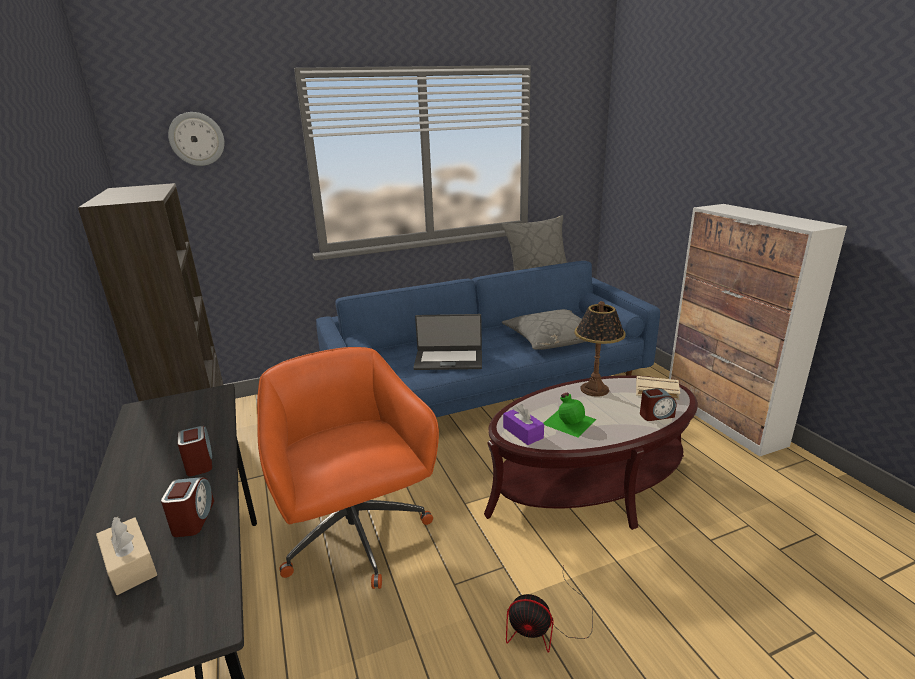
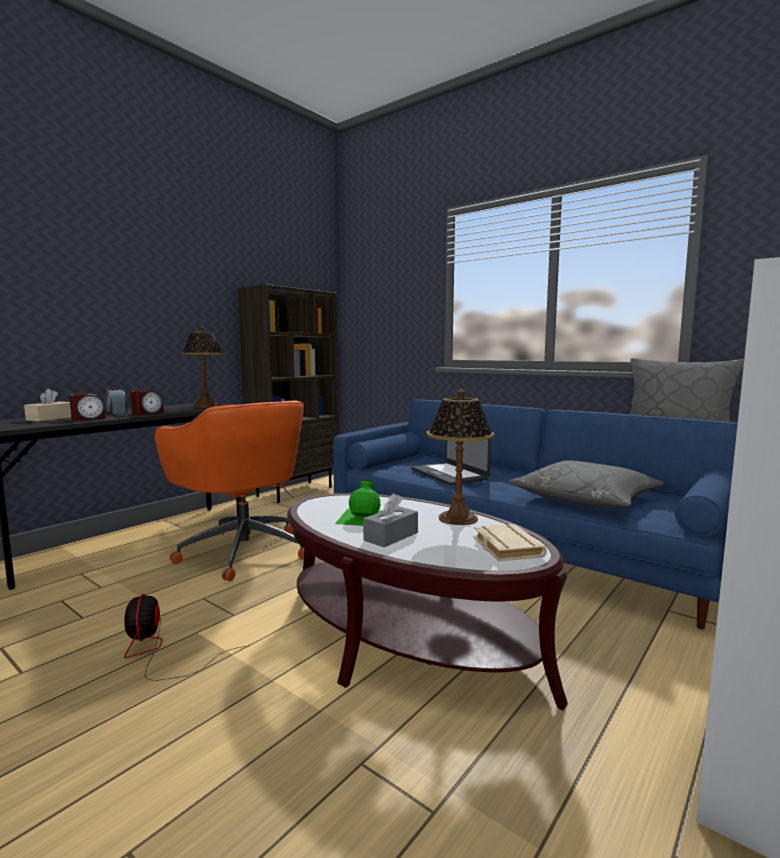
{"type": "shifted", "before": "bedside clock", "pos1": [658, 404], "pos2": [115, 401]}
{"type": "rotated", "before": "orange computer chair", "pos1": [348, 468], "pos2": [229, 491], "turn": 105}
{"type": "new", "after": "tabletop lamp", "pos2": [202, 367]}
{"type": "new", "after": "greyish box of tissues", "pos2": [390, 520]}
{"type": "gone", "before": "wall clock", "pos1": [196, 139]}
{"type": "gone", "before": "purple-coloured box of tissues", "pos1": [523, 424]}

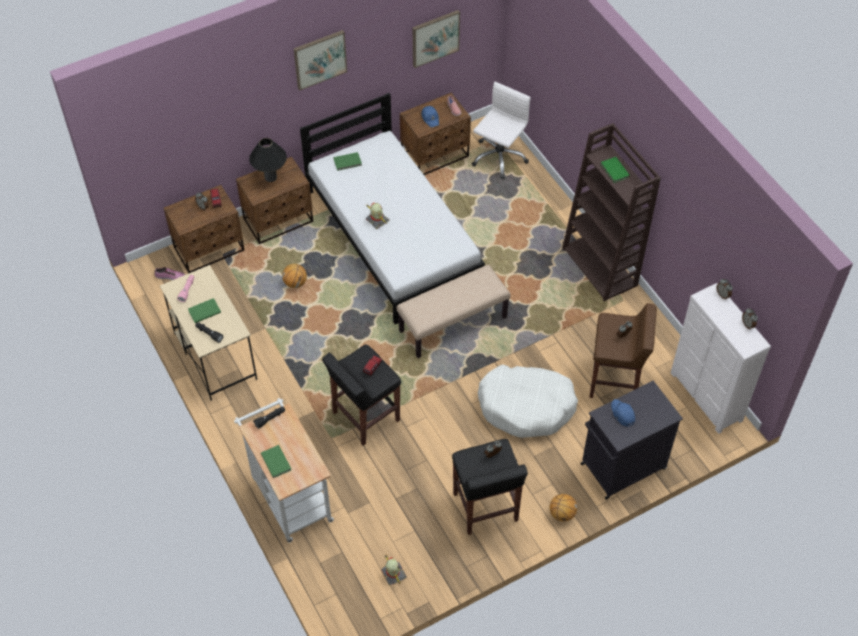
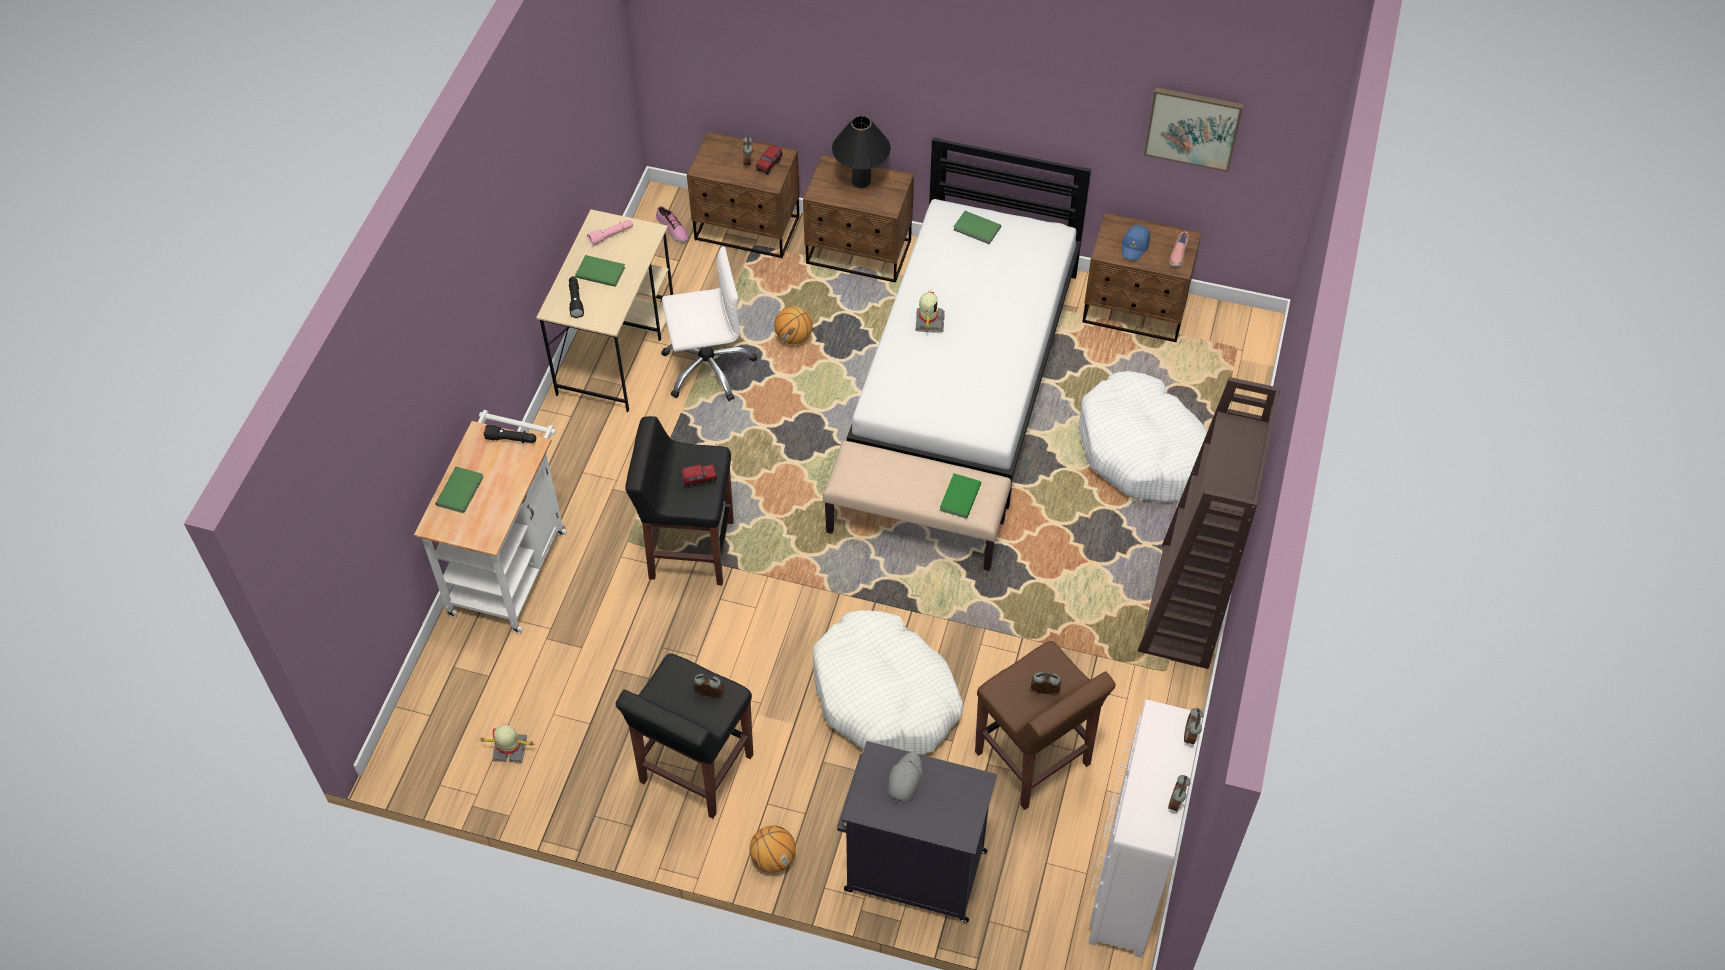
{"type": "rotated", "before": "robot figure", "pos1": [394, 570], "pos2": [507, 744], "turn": -105}
{"type": "shifted", "before": "white computer chair", "pos1": [501, 130], "pos2": [709, 323]}
{"type": "repainted", "before": "blue-coloured peaked cap", "after": "greyish peaked cap", "pos1": [623, 413], "pos2": [905, 778]}
{"type": "shifted", "before": "green-coloured book", "pos1": [615, 170], "pos2": [960, 496]}
{"type": "new", "after": "white pet bed", "pos2": [1143, 436]}
{"type": "gone", "before": "wall art", "pos1": [320, 60]}

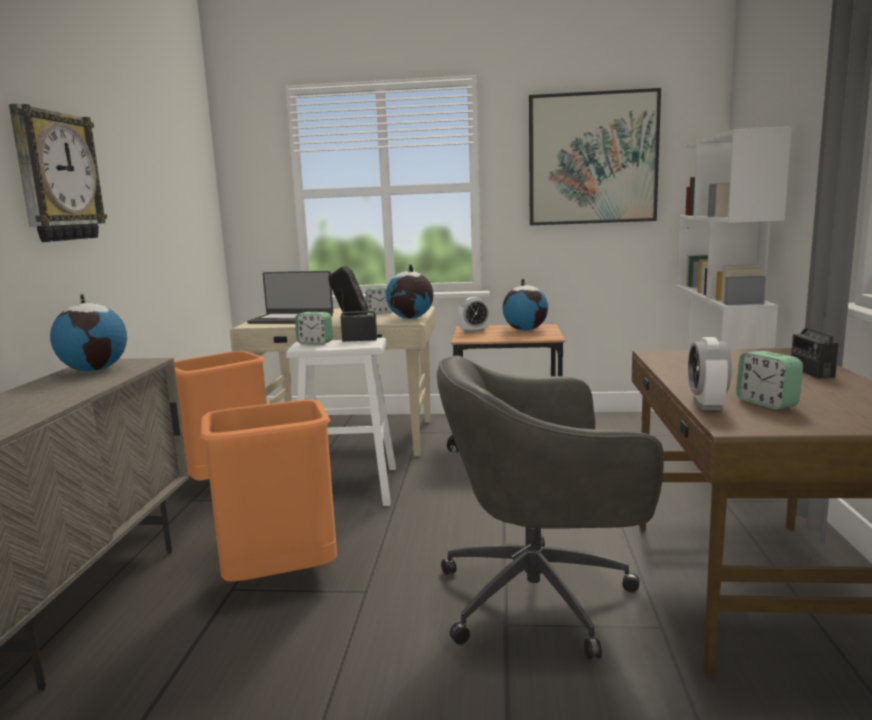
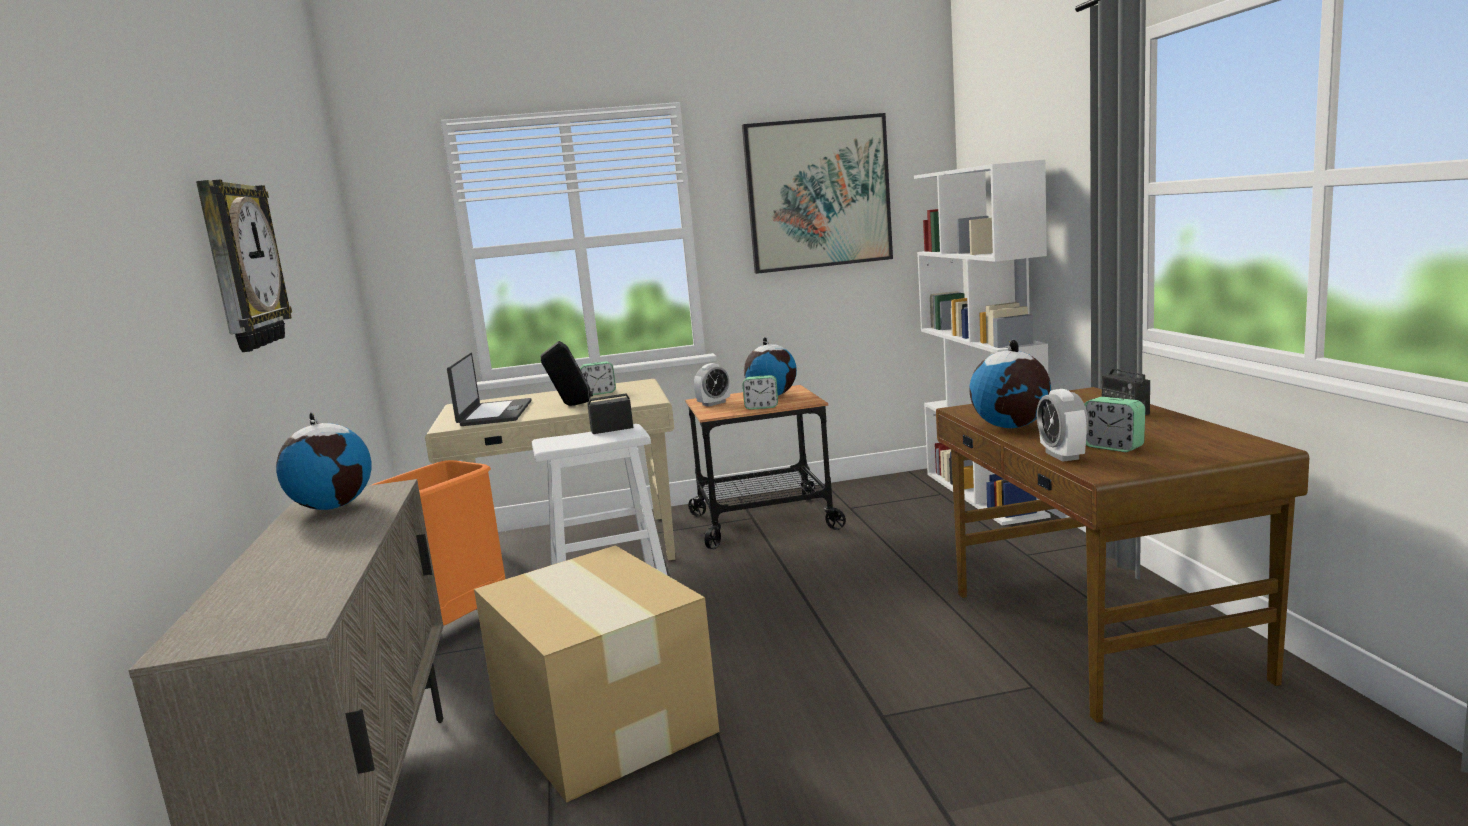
{"type": "rotated", "before": "laptop", "pos1": [290, 297], "pos2": [489, 389], "turn": -90}
{"type": "swapped", "before": "orange trash can", "after": "cardboard box", "pos1": [268, 490], "pos2": [596, 674]}
{"type": "shifted", "before": "bedside clock", "pos1": [314, 328], "pos2": [760, 392]}
{"type": "shifted", "before": "desk globe", "pos1": [409, 291], "pos2": [1010, 384]}
{"type": "gone", "before": "greyish computer chair", "pos1": [550, 507]}

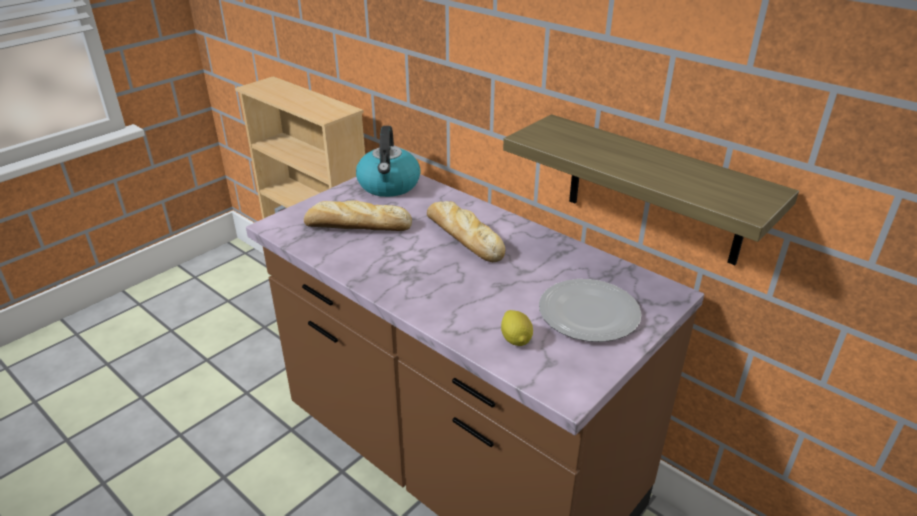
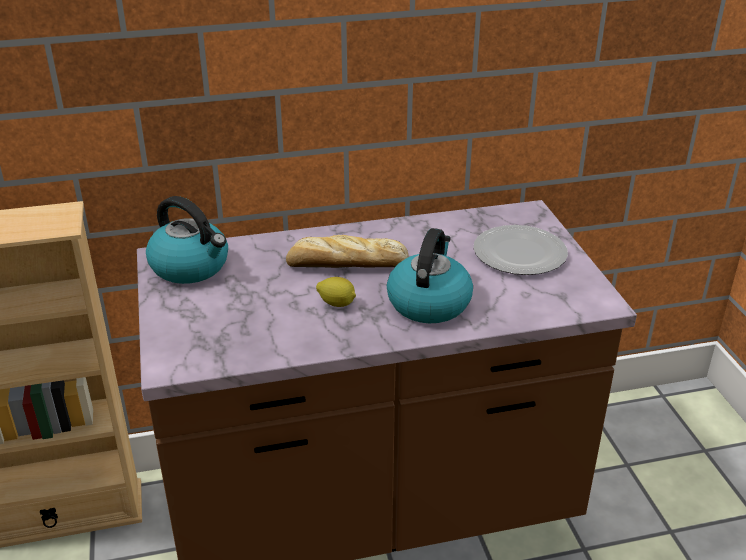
{"type": "shifted", "before": "whole lemon", "pos1": [517, 328], "pos2": [336, 292]}
{"type": "new", "after": "tea kettle", "pos2": [430, 275]}
{"type": "gone", "before": "baked bread", "pos1": [358, 215]}
{"type": "gone", "before": "wall shelf", "pos1": [651, 189]}

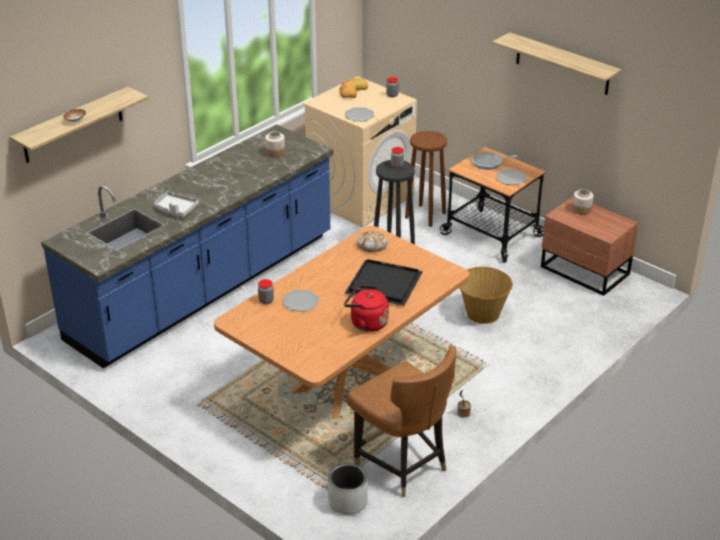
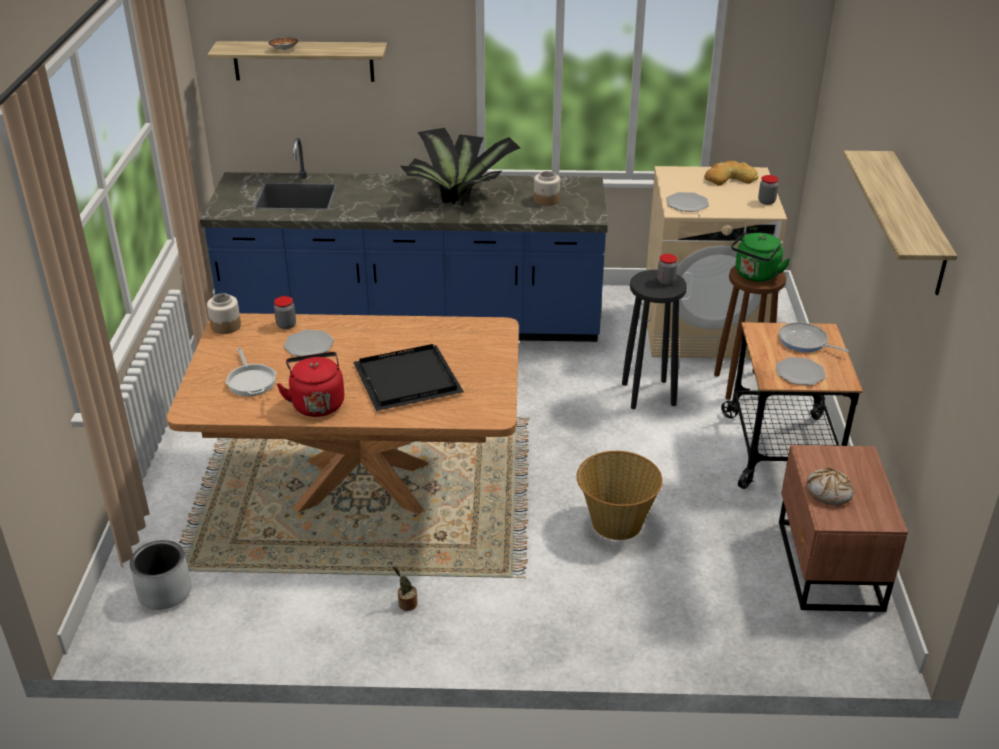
{"type": "shifted", "before": "jar", "pos1": [582, 202], "pos2": [224, 314]}
{"type": "new", "after": "frying pan", "pos2": [251, 372]}
{"type": "new", "after": "plant in a pot", "pos2": [460, 167]}
{"type": "new", "after": "green-coloured tea kettle", "pos2": [760, 257]}
{"type": "shifted", "before": "baked bread", "pos1": [372, 241], "pos2": [830, 486]}
{"type": "gone", "before": "greyish carrying tray", "pos1": [176, 204]}
{"type": "gone", "before": "brown-coloured plain chair", "pos1": [401, 421]}

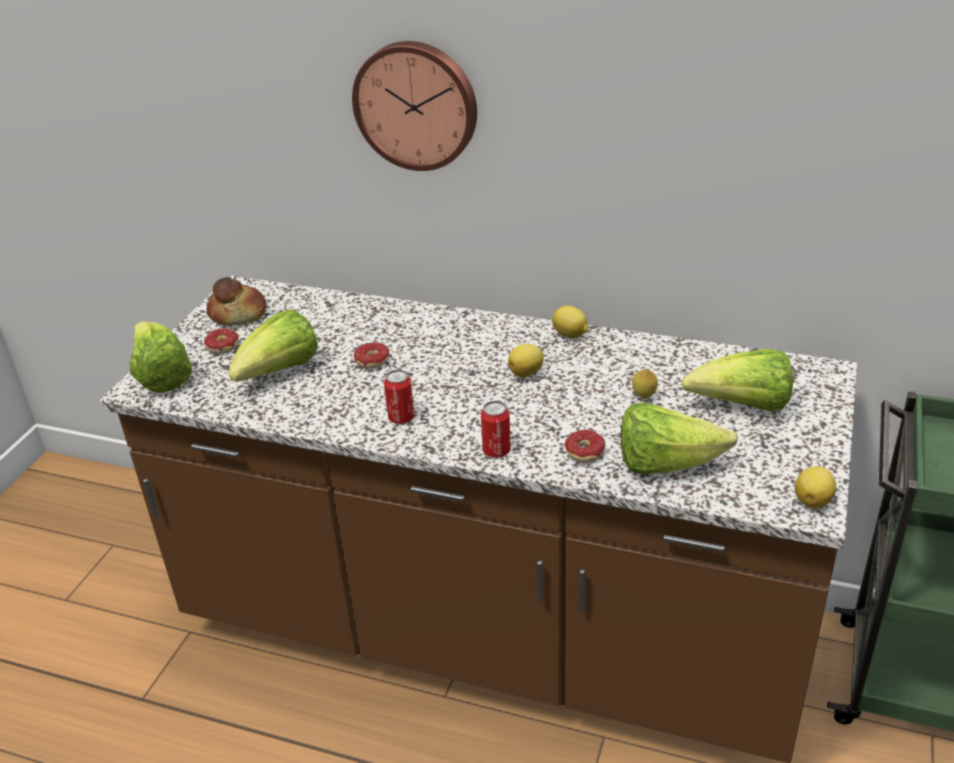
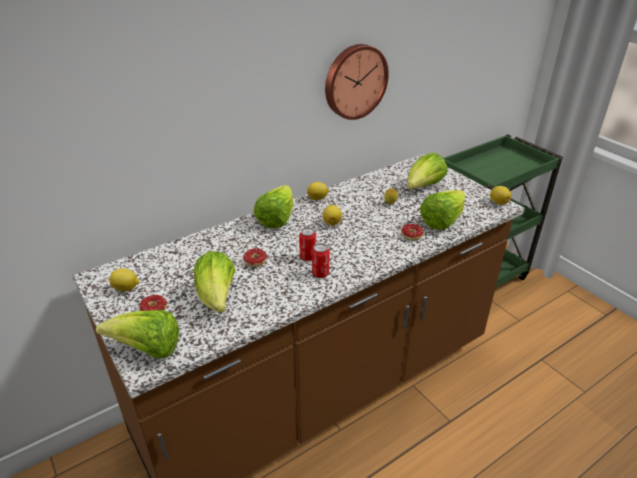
{"type": "swapped", "before": "baked bread", "after": "whole lemon", "pos1": [236, 301], "pos2": [124, 279]}
{"type": "new", "after": "lettuce head", "pos2": [273, 206]}
{"type": "shifted", "before": "sealed can", "pos1": [496, 429], "pos2": [307, 244]}
{"type": "shifted", "before": "wall clock", "pos1": [414, 106], "pos2": [357, 82]}

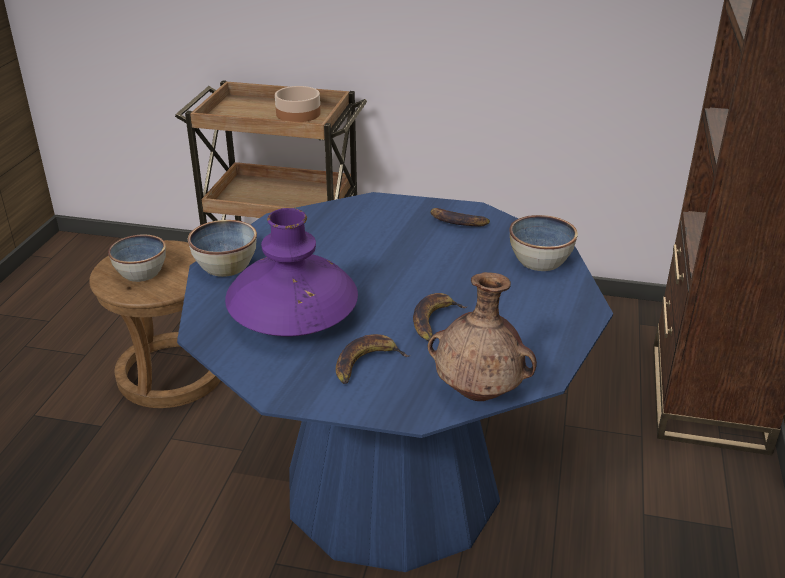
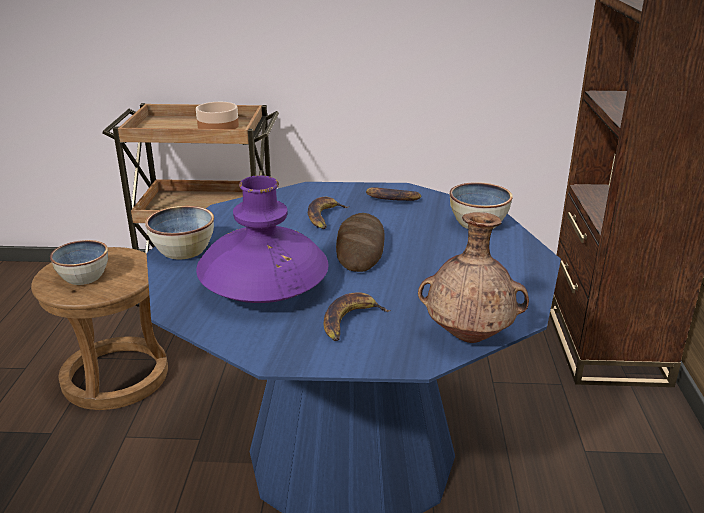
{"type": "shifted", "before": "banana", "pos1": [440, 317], "pos2": [328, 213]}
{"type": "new", "after": "baked bread", "pos2": [360, 242]}

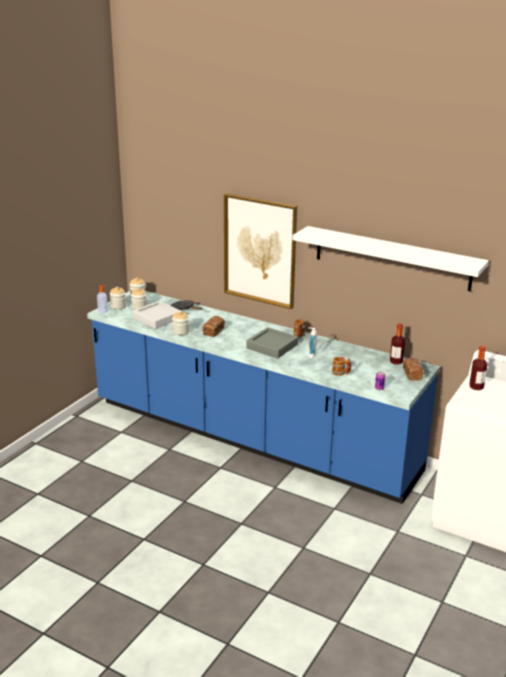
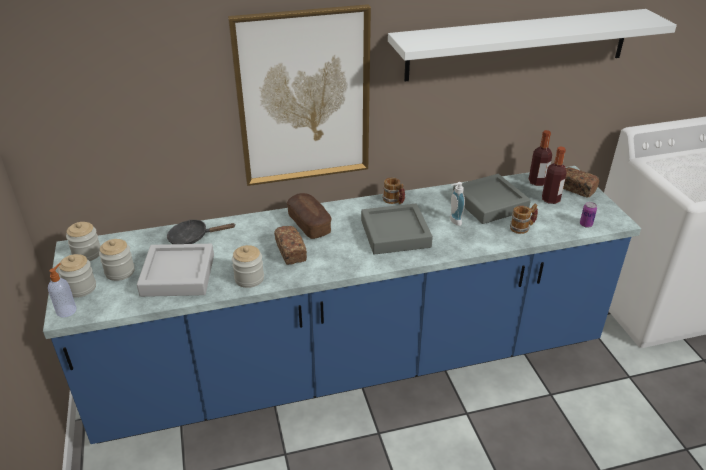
{"type": "new", "after": "baked bread", "pos2": [309, 216]}
{"type": "new", "after": "greyish carrying tray", "pos2": [492, 199]}
{"type": "shifted", "before": "bottle", "pos1": [478, 368], "pos2": [554, 175]}

